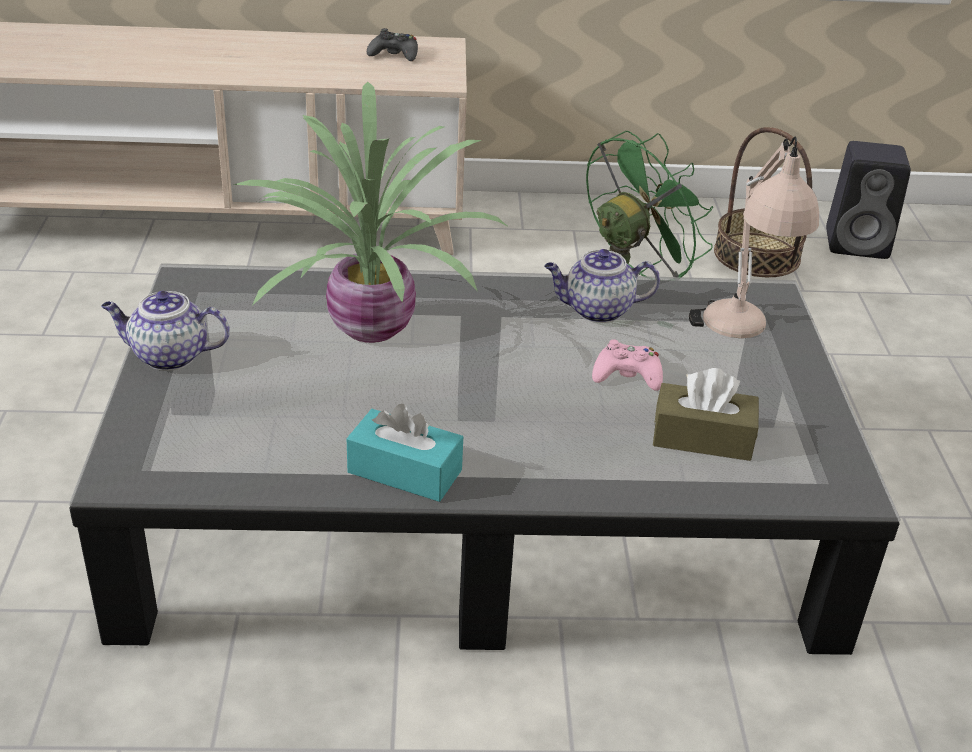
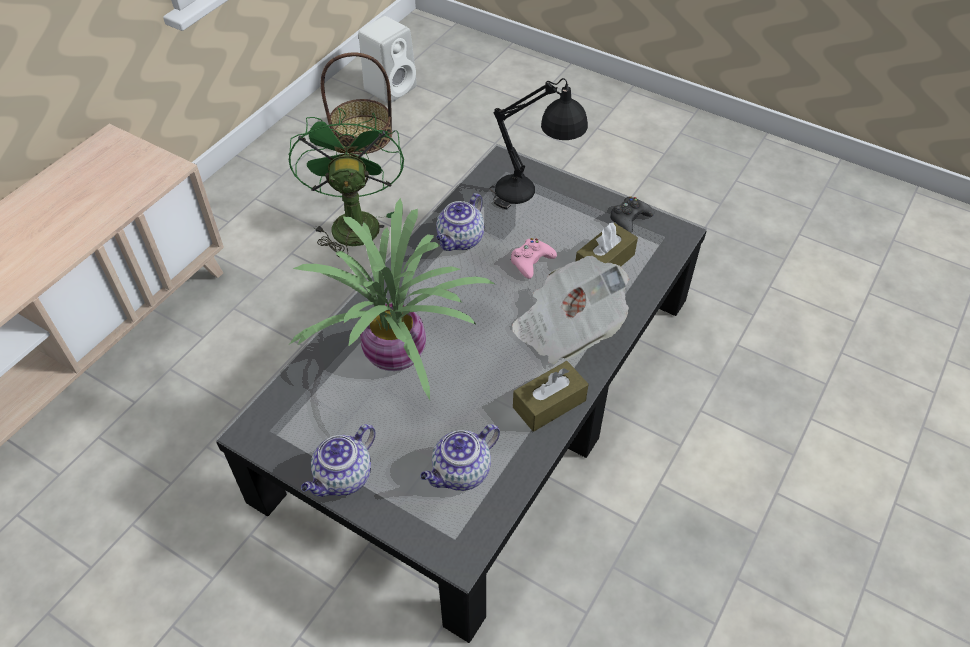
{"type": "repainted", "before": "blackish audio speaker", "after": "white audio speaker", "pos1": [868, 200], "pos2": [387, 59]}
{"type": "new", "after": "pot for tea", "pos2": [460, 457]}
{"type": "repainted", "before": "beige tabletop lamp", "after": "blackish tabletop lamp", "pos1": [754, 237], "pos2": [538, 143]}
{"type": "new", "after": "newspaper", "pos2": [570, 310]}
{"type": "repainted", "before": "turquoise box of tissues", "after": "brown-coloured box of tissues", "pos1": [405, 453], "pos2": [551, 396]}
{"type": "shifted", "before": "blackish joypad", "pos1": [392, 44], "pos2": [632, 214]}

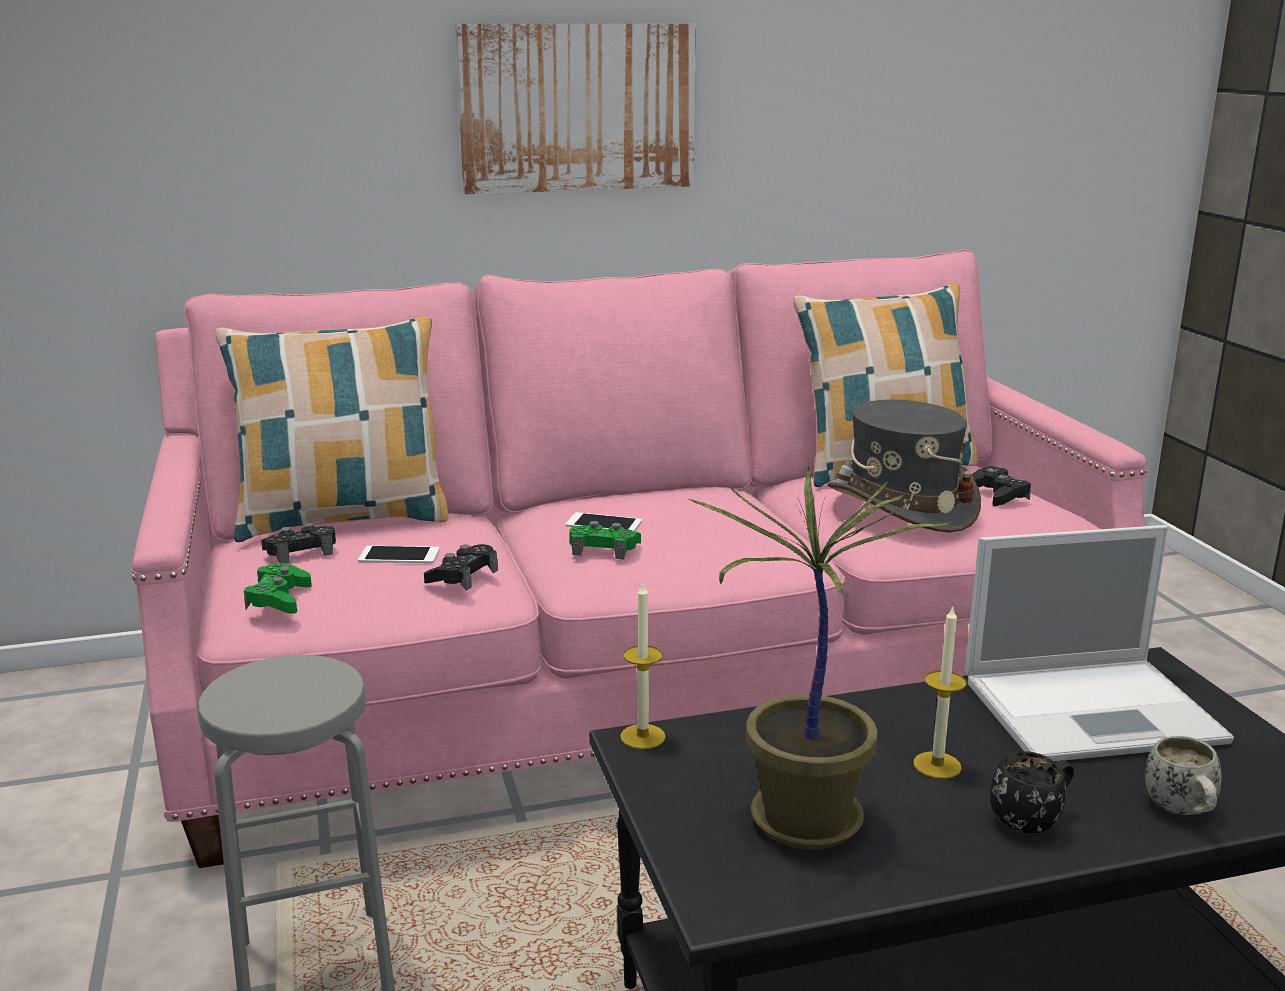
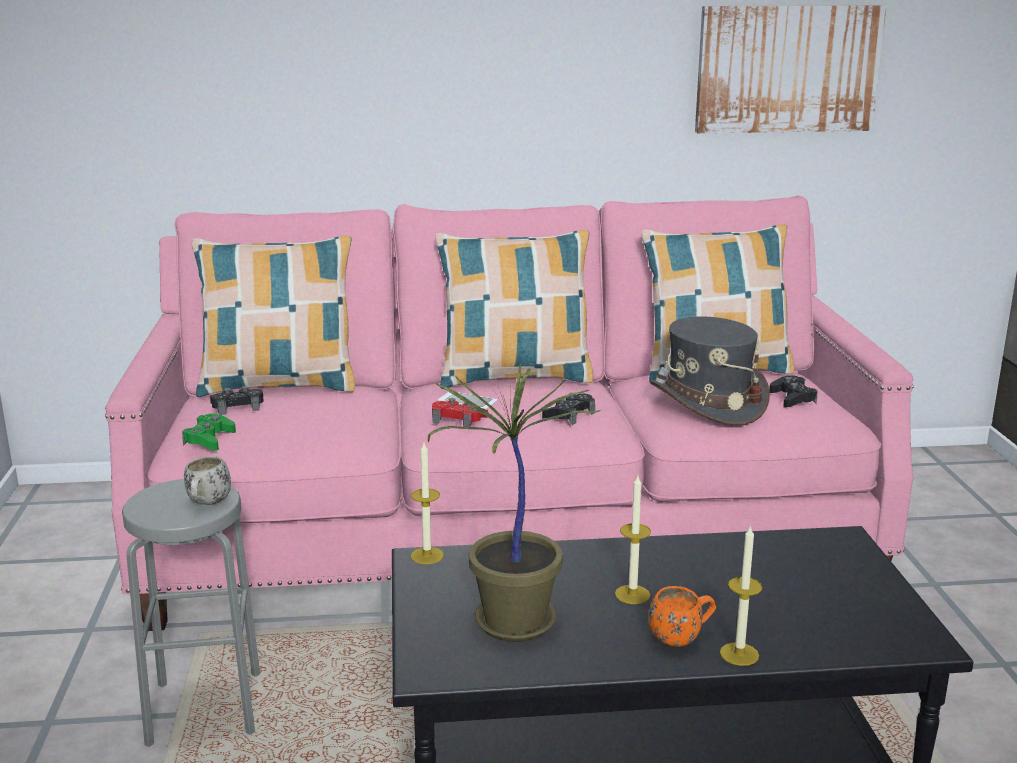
{"type": "shifted", "before": "white mug", "pos1": [1183, 775], "pos2": [207, 480]}
{"type": "repainted", "before": "green-coloured joypad", "after": "red-coloured joypad", "pos1": [605, 540], "pos2": [460, 412]}
{"type": "new", "after": "cushion", "pos2": [514, 309]}
{"type": "shifted", "before": "blackish joypad", "pos1": [461, 567], "pos2": [568, 409]}
{"type": "repainted", "before": "blackish mug", "after": "orange mug", "pos1": [1032, 792], "pos2": [682, 616]}
{"type": "shifted", "before": "wall art", "pos1": [575, 109], "pos2": [790, 69]}
{"type": "new", "after": "candle", "pos2": [741, 595]}
{"type": "gone", "before": "telephone", "pos1": [399, 554]}
{"type": "gone", "before": "laptop", "pos1": [1099, 643]}

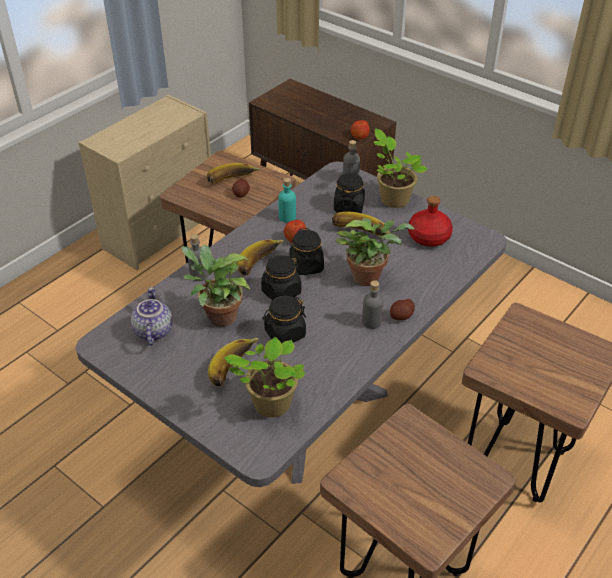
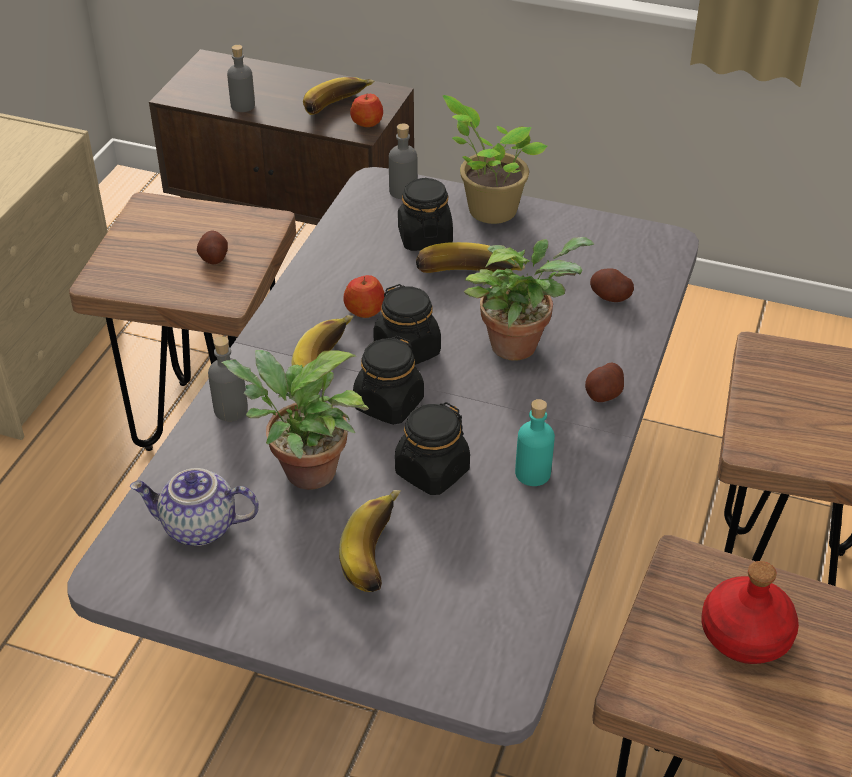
{"type": "rotated", "before": "pot for tea", "pos1": [151, 316], "pos2": [194, 507], "turn": -60}
{"type": "shifted", "before": "greyish bottle", "pos1": [373, 304], "pos2": [241, 78]}
{"type": "shifted", "before": "banana", "pos1": [233, 173], "pos2": [338, 96]}
{"type": "shifted", "before": "turquoise bottle", "pos1": [287, 200], "pos2": [535, 442]}
{"type": "new", "after": "whole potato", "pos2": [612, 285]}
{"type": "shifted", "before": "red-coloured bottle", "pos1": [430, 221], "pos2": [750, 612]}
{"type": "gone", "before": "plant in a pot", "pos1": [265, 377]}

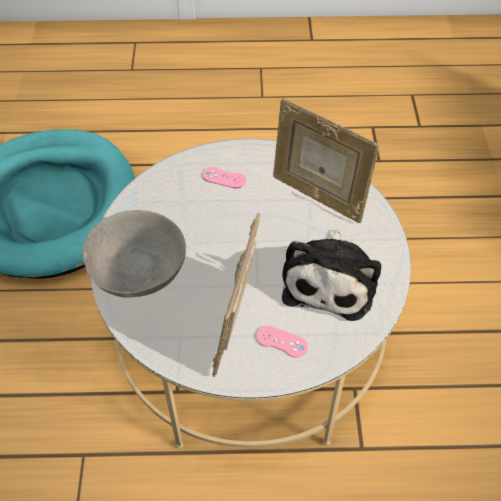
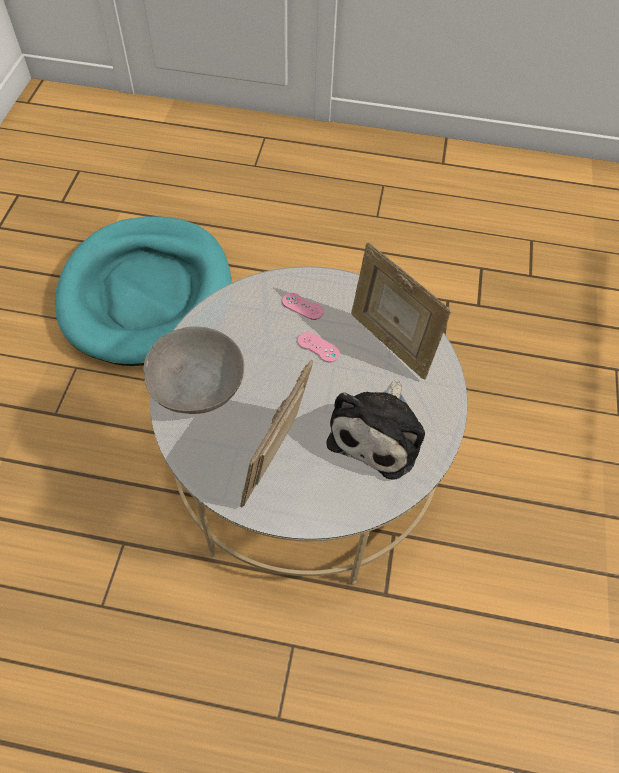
{"type": "shifted", "before": "pink joypad", "pos1": [282, 341], "pos2": [319, 347]}

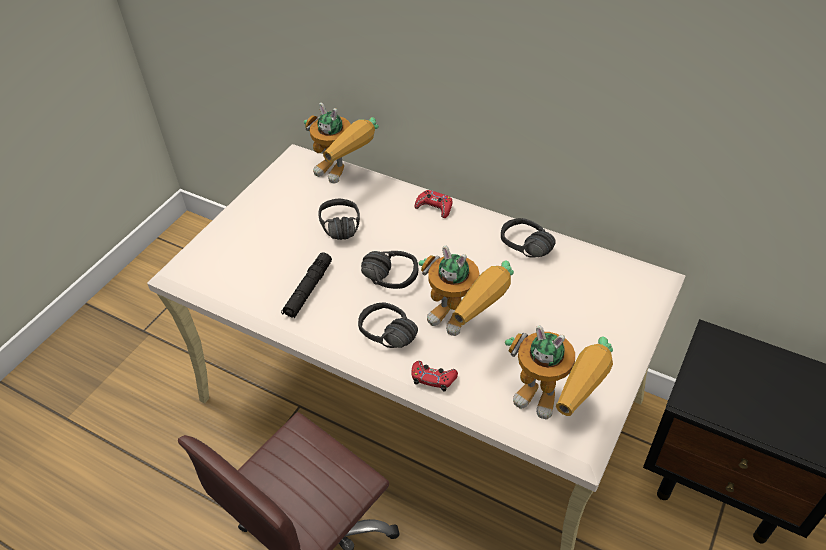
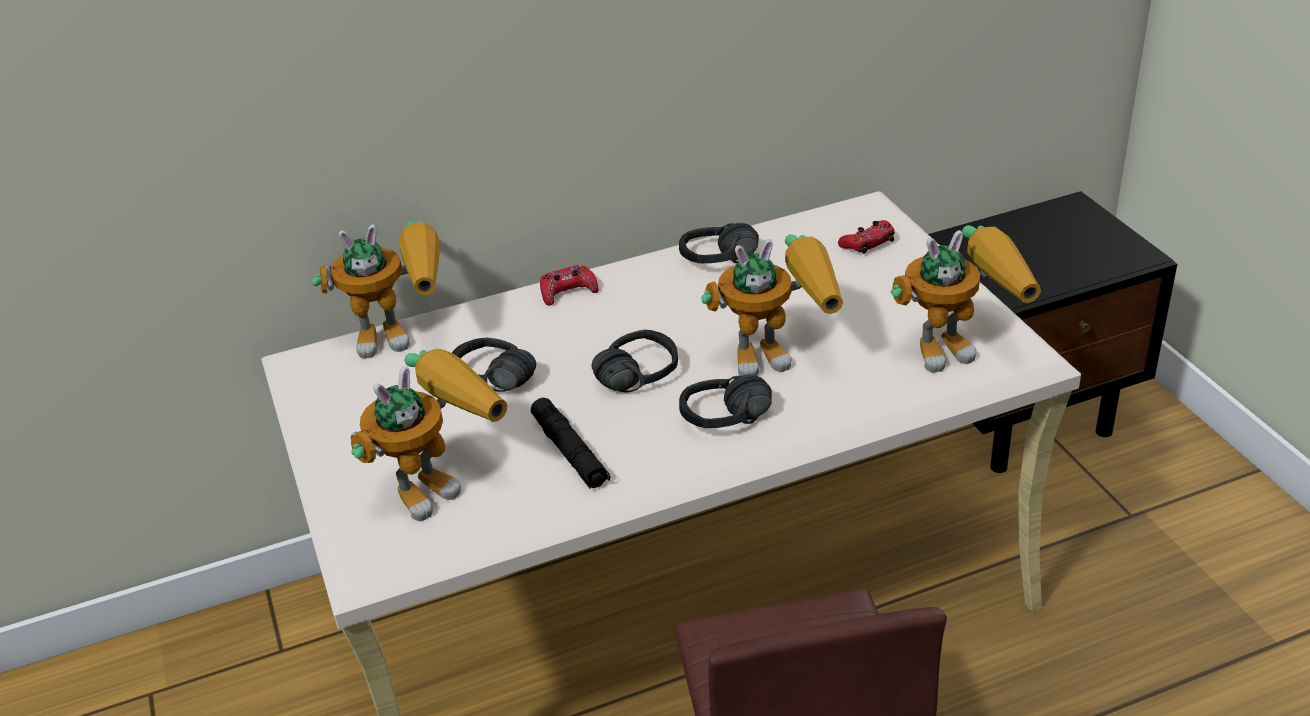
{"type": "new", "after": "robot figure", "pos2": [429, 435]}
{"type": "shifted", "before": "red-coloured joypad", "pos1": [434, 376], "pos2": [866, 237]}

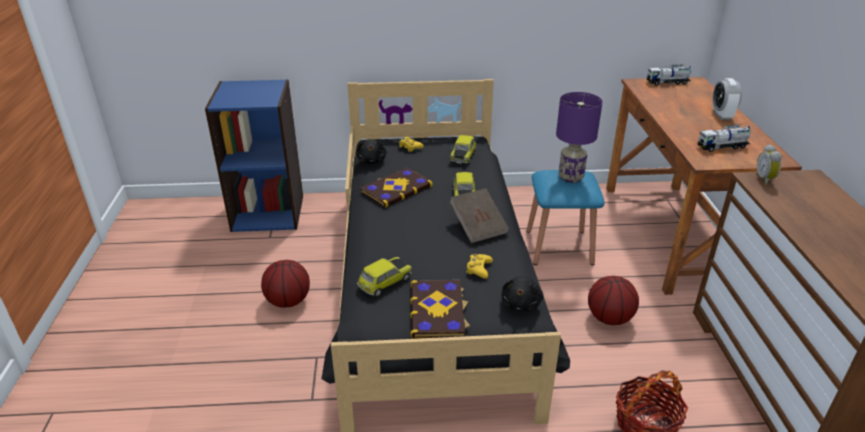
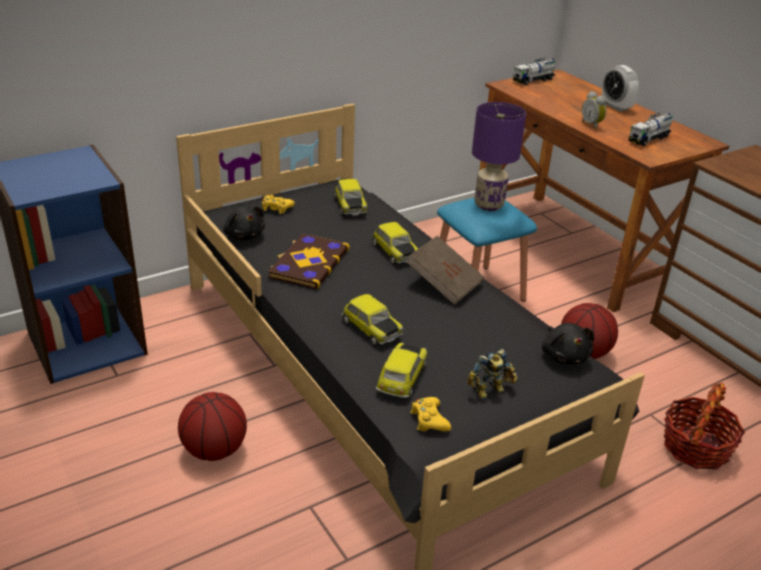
{"type": "new", "after": "toy car", "pos2": [372, 320]}
{"type": "shifted", "before": "yellow-coloured joypad", "pos1": [479, 266], "pos2": [430, 414]}
{"type": "swapped", "before": "book", "after": "robot figure", "pos1": [440, 309], "pos2": [492, 374]}
{"type": "shifted", "before": "bedside clock", "pos1": [769, 164], "pos2": [594, 110]}

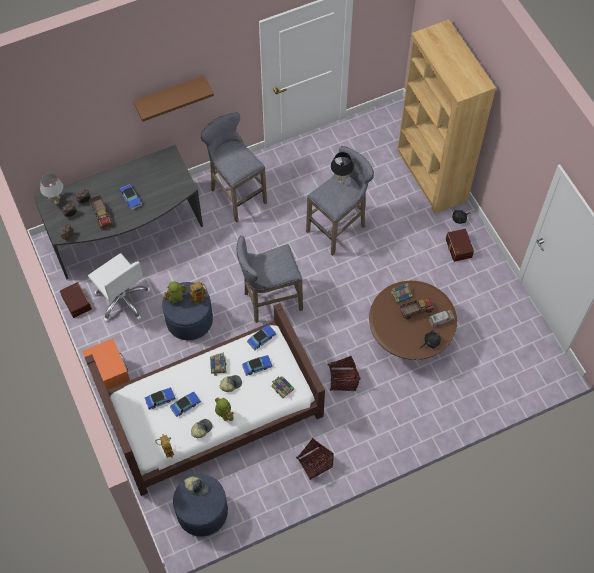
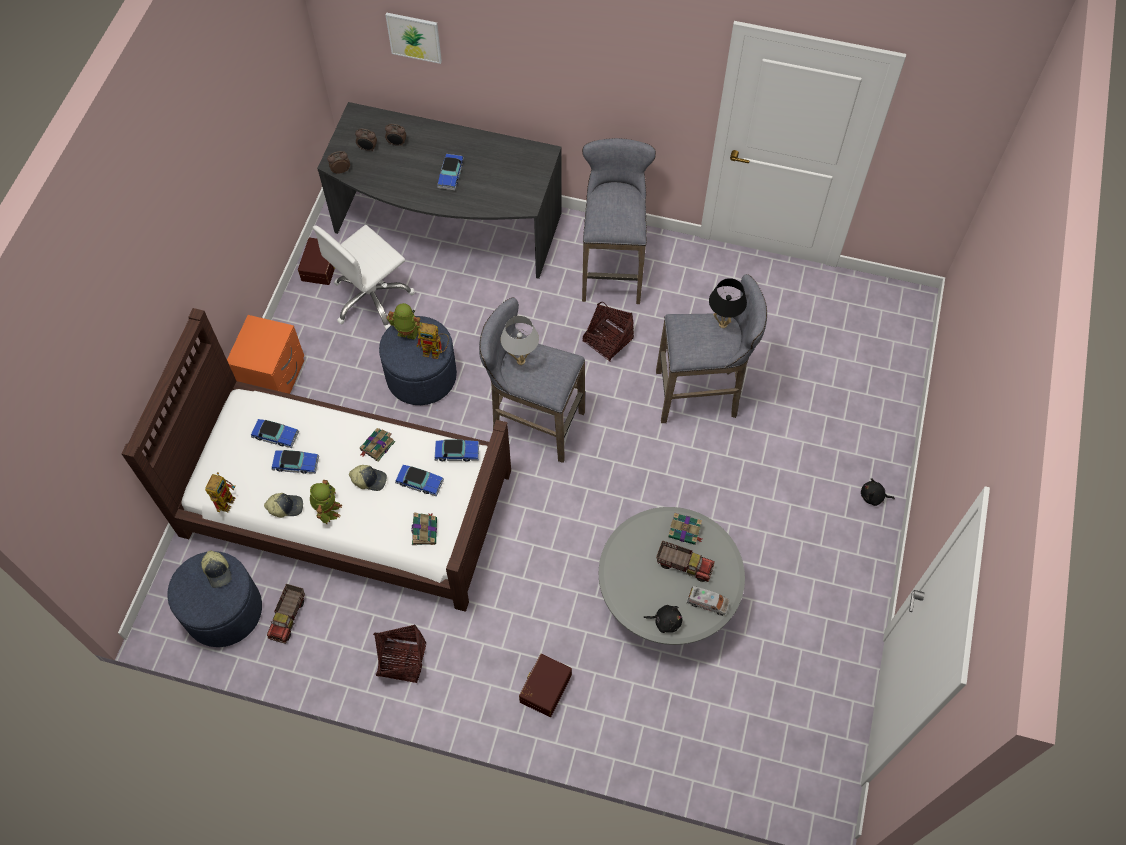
{"type": "shifted", "before": "toy lorry", "pos1": [101, 212], "pos2": [286, 614]}
{"type": "rotated", "before": "white computer chair", "pos1": [119, 287], "pos2": [364, 277], "turn": 45}
{"type": "new", "after": "wall art", "pos2": [413, 38]}
{"type": "shifted", "before": "white tabletop lamp", "pos1": [51, 189], "pos2": [520, 340]}
{"type": "shifted", "before": "brown-coloured storage container", "pos1": [460, 245], "pos2": [545, 685]}
{"type": "shifted", "before": "household basket", "pos1": [343, 373], "pos2": [608, 332]}
{"type": "repainted", "before": "brown-coloured coffee table", "after": "greyish coffee table", "pos1": [413, 320], "pos2": [672, 576]}
{"type": "gone", "before": "brown-coloured wall shelf", "pos1": [173, 99]}
{"type": "gone", "before": "brown-coloured bookshelf", "pos1": [446, 116]}

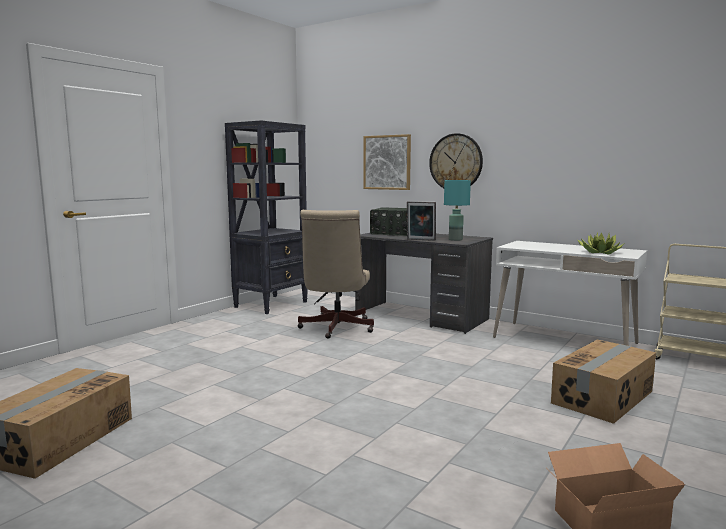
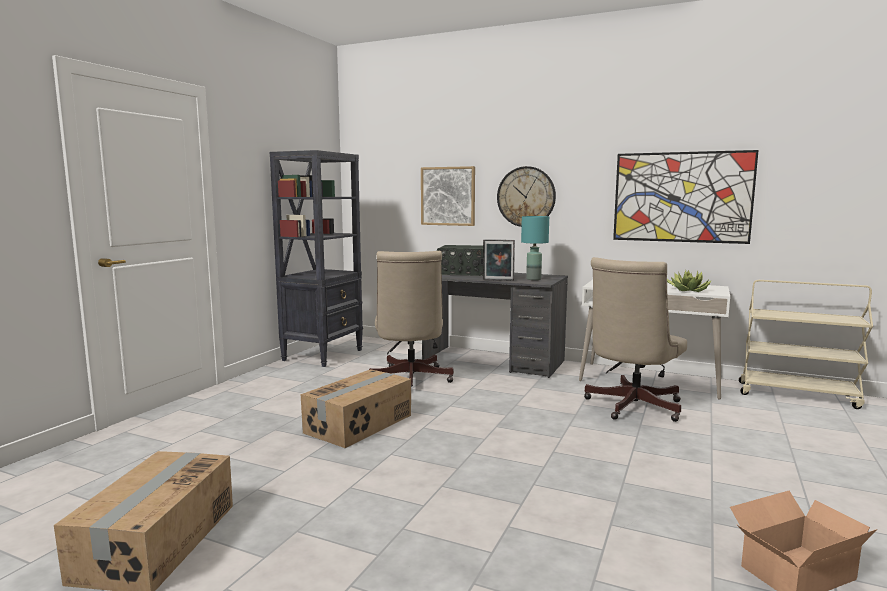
{"type": "shifted", "before": "cardboard box", "pos1": [603, 382], "pos2": [355, 408]}
{"type": "new", "after": "beige computer chair", "pos2": [635, 339]}
{"type": "new", "after": "wall art", "pos2": [686, 197]}

